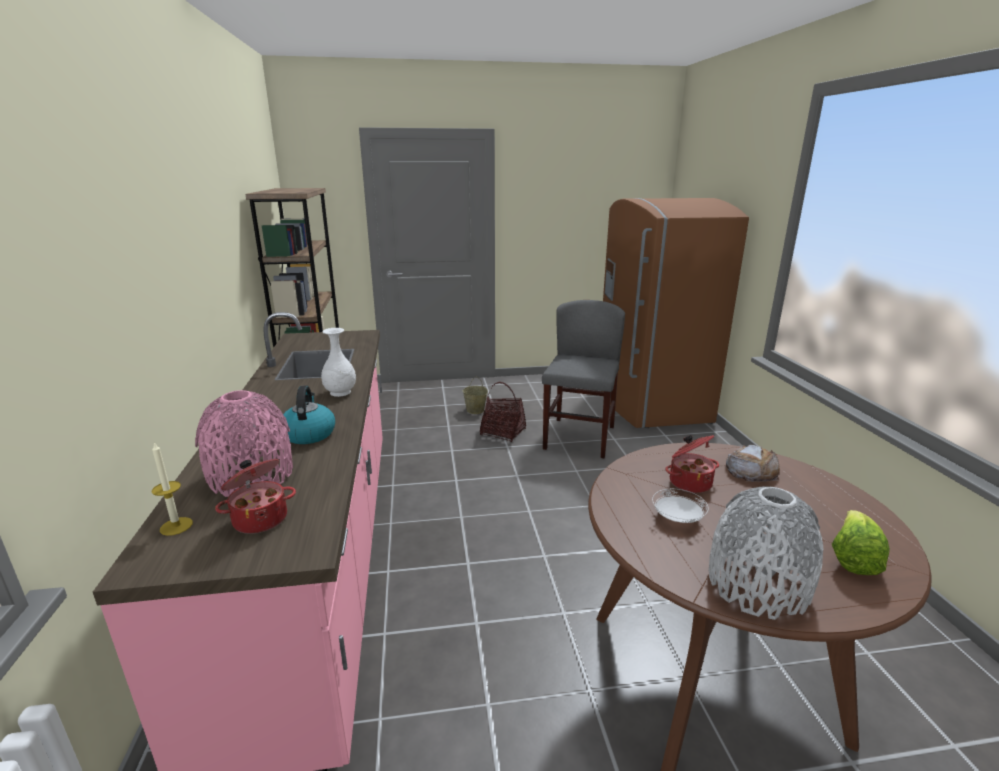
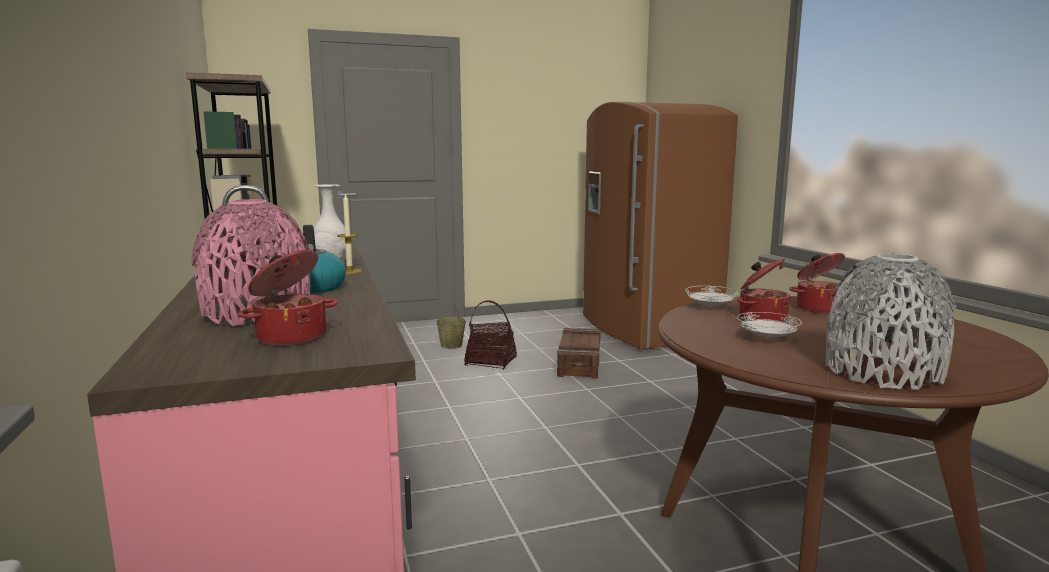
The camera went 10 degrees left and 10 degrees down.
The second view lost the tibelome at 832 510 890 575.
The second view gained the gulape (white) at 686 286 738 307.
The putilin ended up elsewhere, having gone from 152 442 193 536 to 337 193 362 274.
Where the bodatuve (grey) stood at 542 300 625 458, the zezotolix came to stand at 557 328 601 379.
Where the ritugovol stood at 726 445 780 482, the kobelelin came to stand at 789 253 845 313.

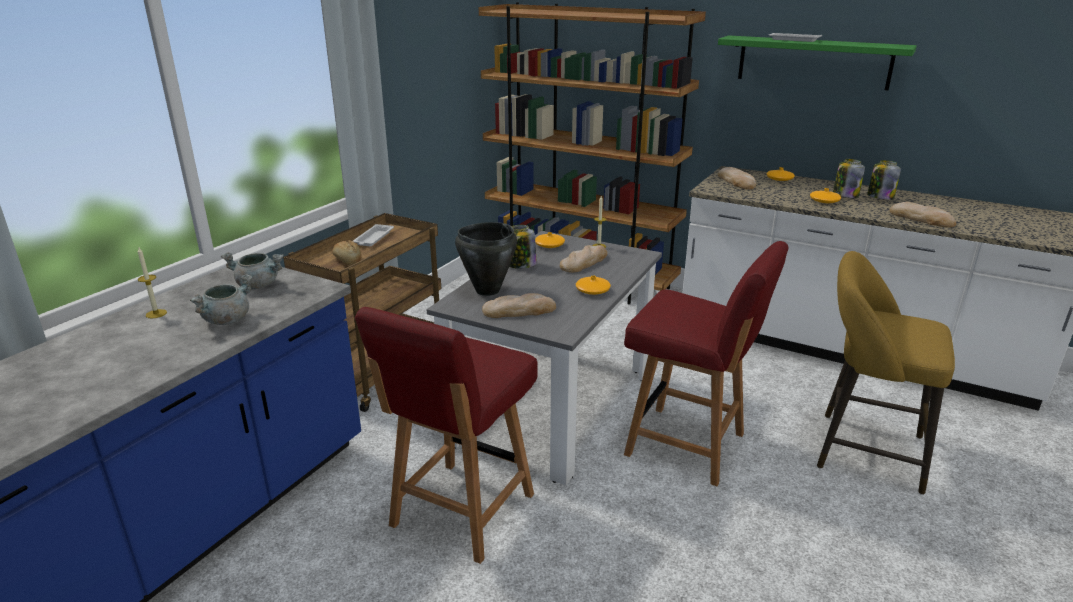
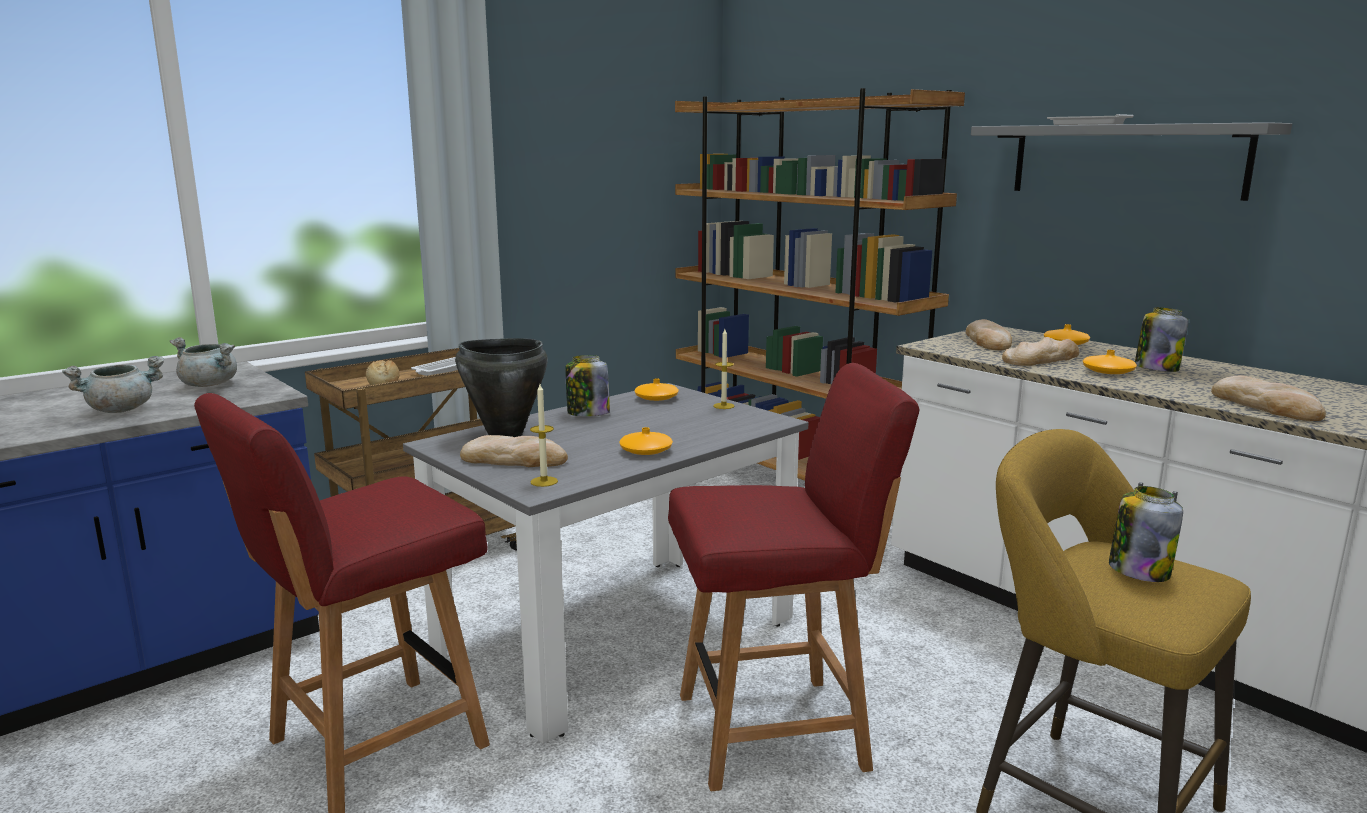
The camera went 20 degrees right and 10 degrees down.
The putilin ended up elsewhere, having gone from 138 248 167 318 to 530 384 558 487.
The ritugovol ended up elsewhere, having gone from 560 245 608 273 to 1002 337 1079 366.
The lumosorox ended up elsewhere, having gone from 867 160 901 200 to 1109 486 1183 582.
What was the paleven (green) at 718 35 917 90 turned into the paleven (grey) at 971 122 1292 201.
The bodatuve (red) at 624 241 788 486 ended up facing another way, 60 degrees counterclockwise from before.

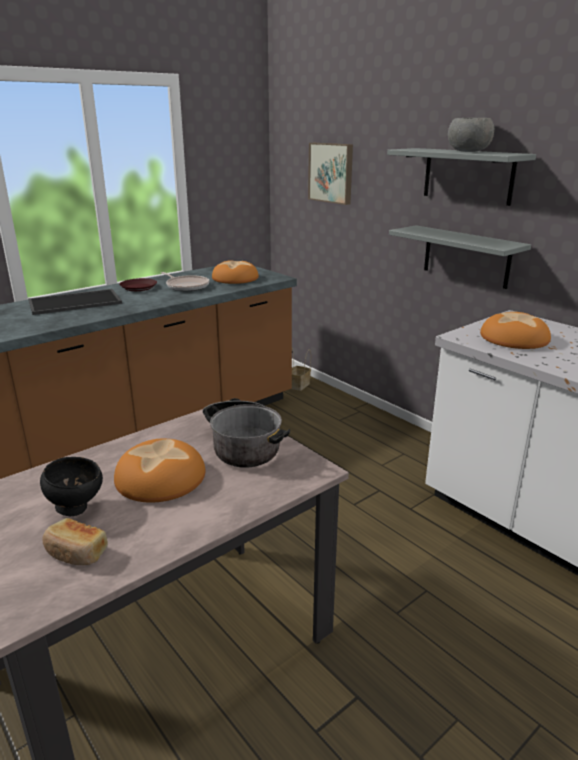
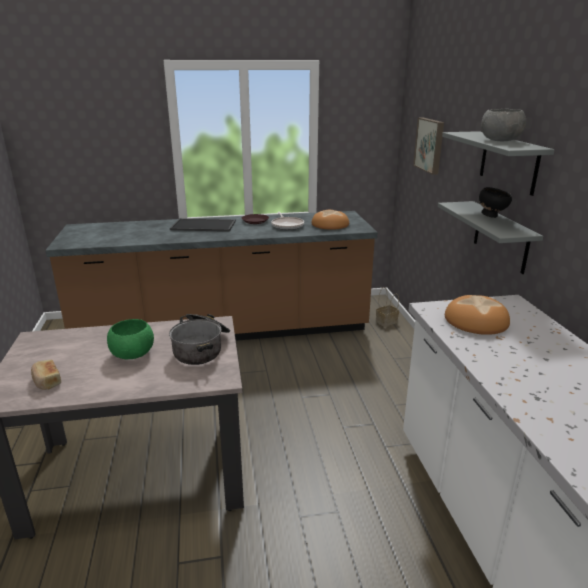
The camera went 30 degrees right and 0 degrees up.
The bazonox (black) ended up elsewhere, having gone from 40 457 103 516 to 479 187 512 218.
Where the ritugovol stood at 114 439 206 503, the bazonox (green) came to stand at 107 319 154 359.

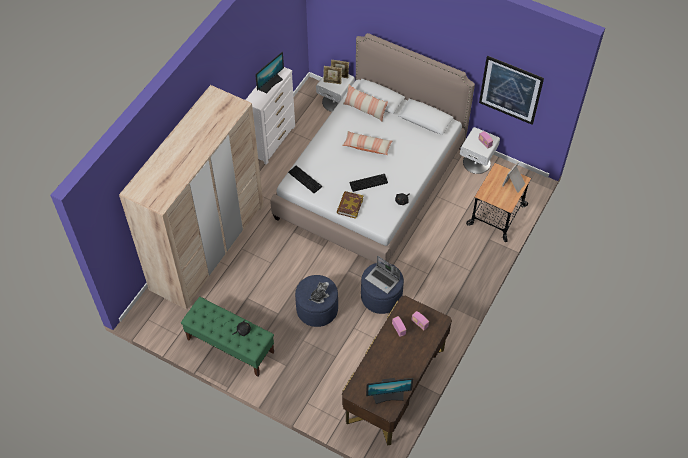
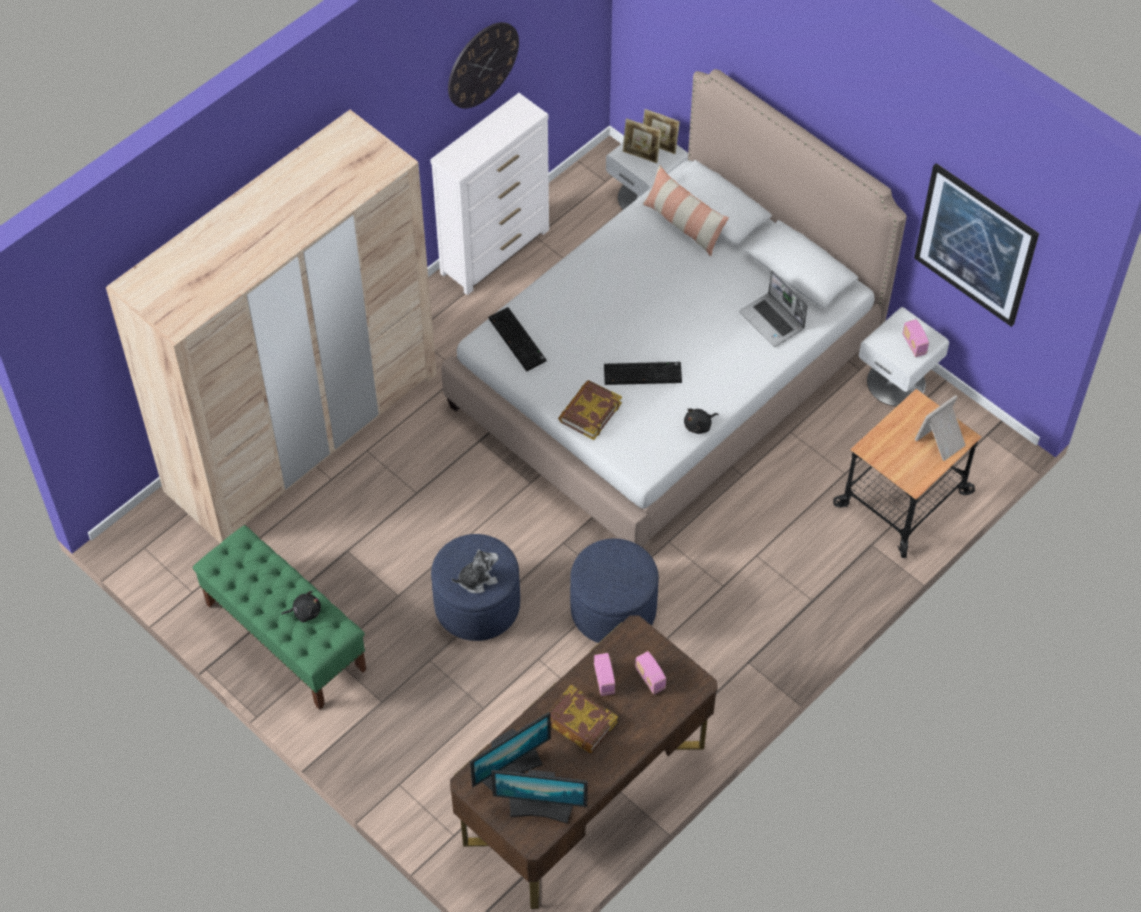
The camera went 15 degrees right and 0 degrees up.
The second view lost the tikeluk at 342 131 392 155.
The second view gained the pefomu at 448 22 519 109.
The second view gained the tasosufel at 549 685 618 753.
The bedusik ended up elsewhere, having gone from 255 52 284 93 to 470 712 551 792.
The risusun ended up elsewhere, having gone from 365 256 400 294 to 739 270 808 347.

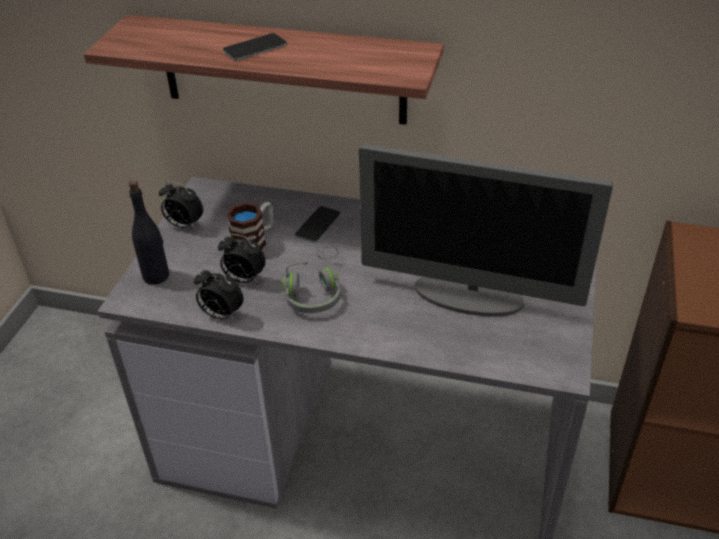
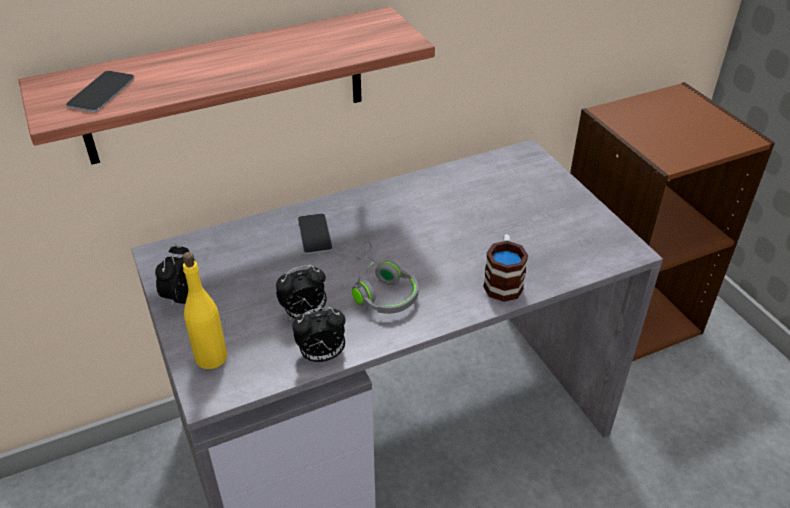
The camera went 40 degrees left and 0 degrees up.
The second view lost the bedusik at 359 144 613 316.
The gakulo ended up elsewhere, having gone from 223 33 287 60 to 66 71 135 112.
The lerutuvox ended up elsewhere, having gone from 226 202 273 250 to 483 234 528 302.
What was the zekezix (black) at 129 180 169 285 turned into the zekezix (yellow) at 182 252 227 369.
The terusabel at 159 181 203 229 ended up facing another way, 120 degrees clockwise from before.

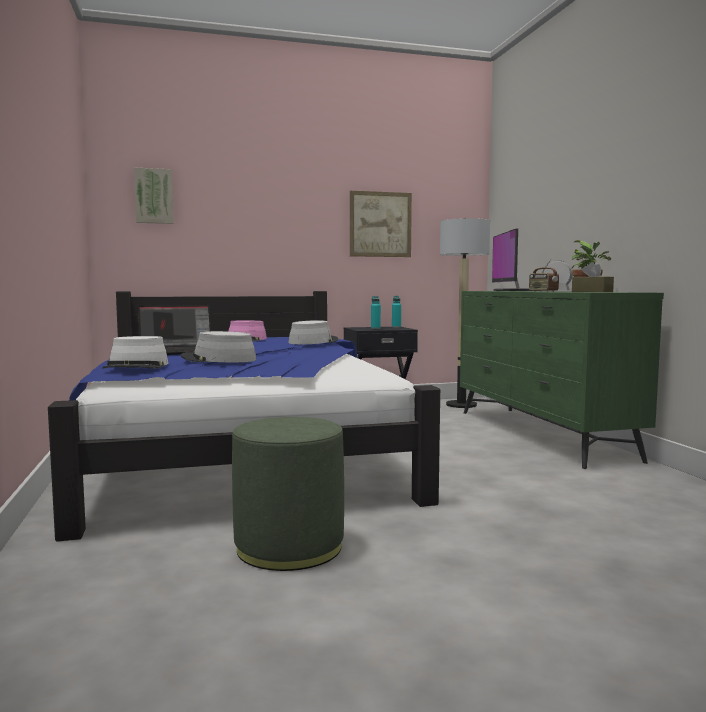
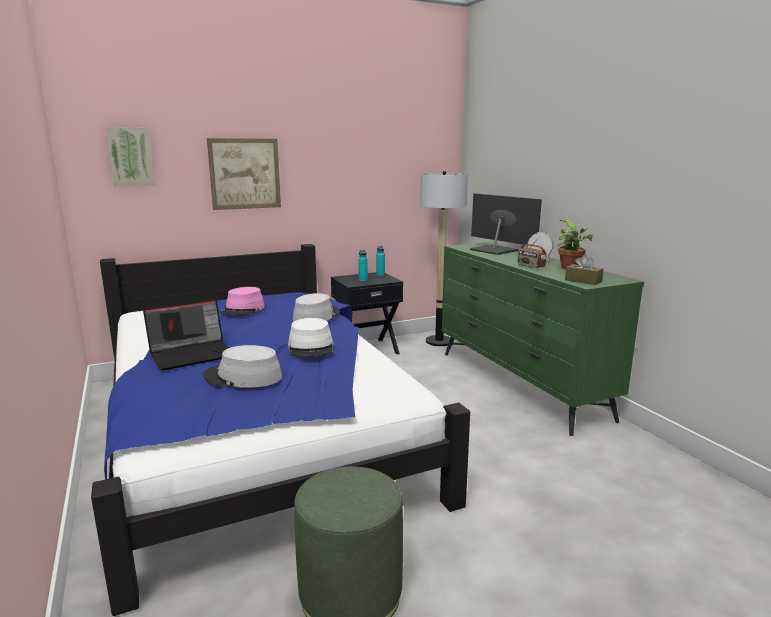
The camera went 10 degrees left and 10 degrees up.
The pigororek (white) ended up elsewhere, having gone from 102 336 169 369 to 288 318 334 357.
The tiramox ended up elsewhere, having gone from 350 191 412 257 to 207 138 281 210.
The bedusik at 492 229 531 291 ended up facing another way, 150 degrees clockwise from before.

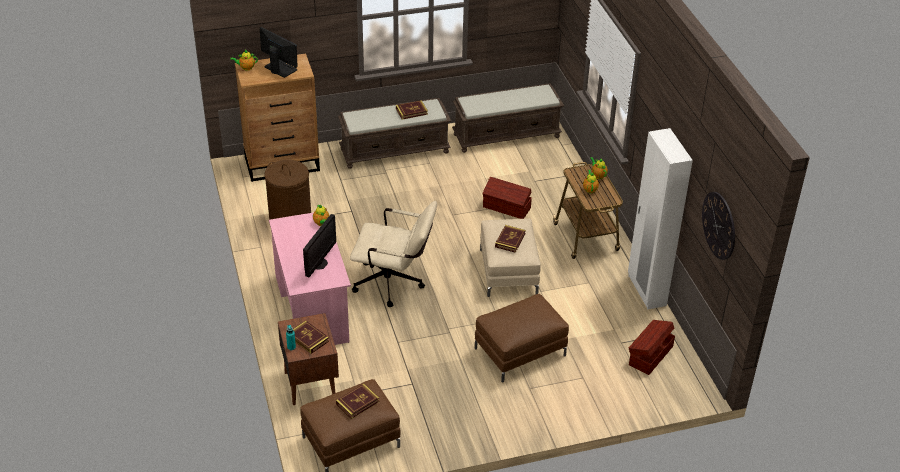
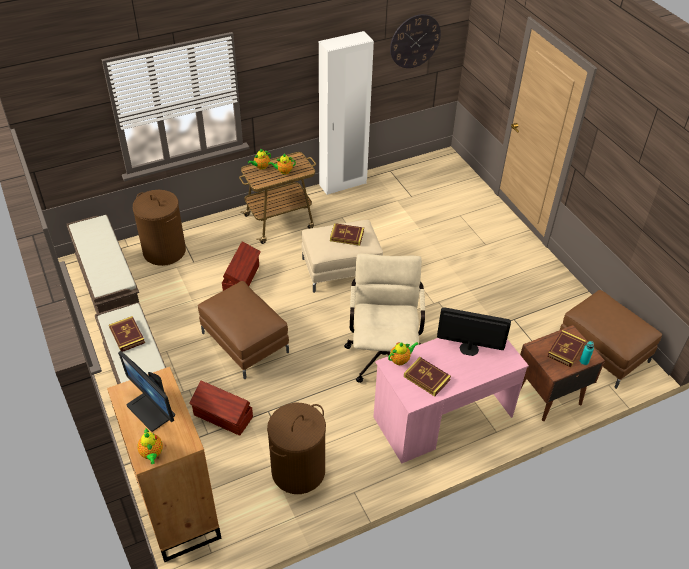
The camera went 100 degrees left and 5 degrees up.
The second view gained the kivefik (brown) at 133 190 186 266.
The tasosufel ended up elsewhere, having gone from 336 384 379 419 to 404 357 451 396.
The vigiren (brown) ended up elsewhere, having gone from 475 294 569 383 to 198 281 289 379.
The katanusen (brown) ended up elsewhere, having gone from 629 320 675 375 to 189 381 253 436.
The bedusik at 260 27 298 78 ended up facing another way, 75 degrees counterclockwise from before.

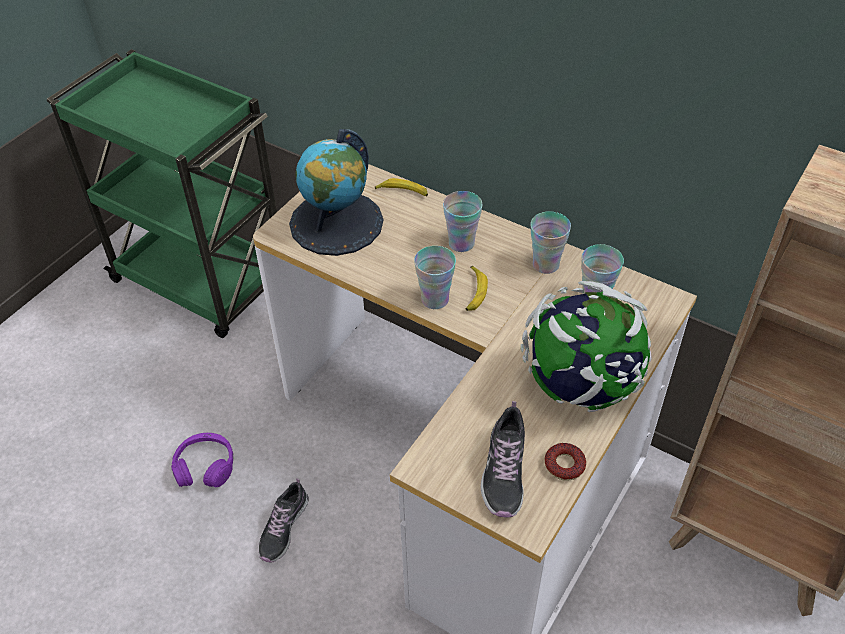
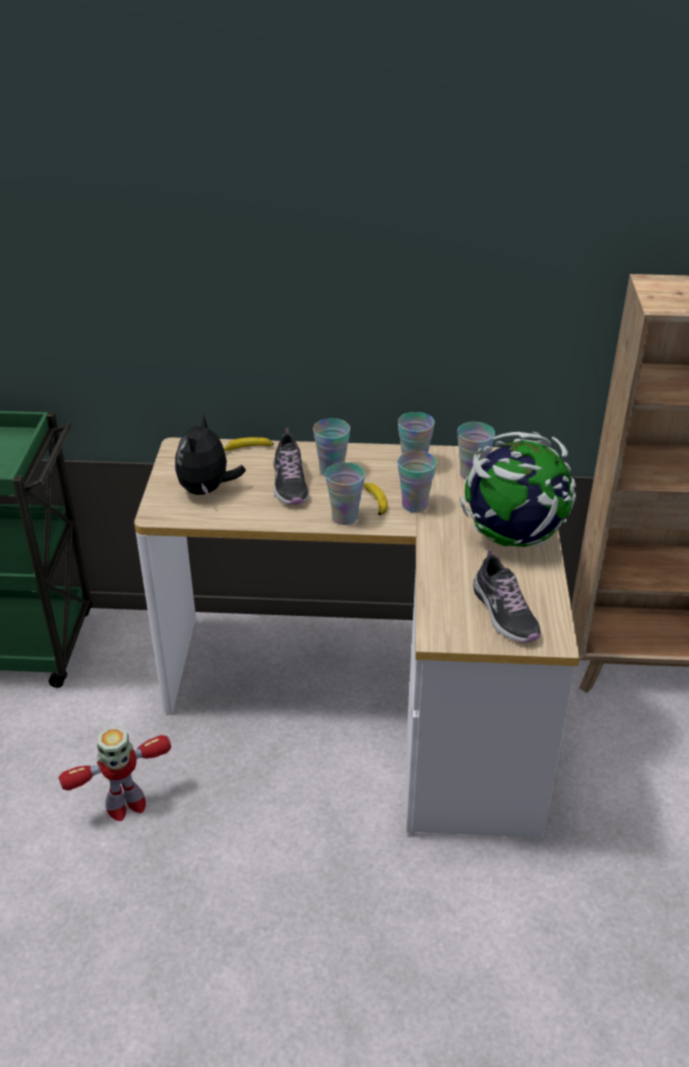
The camera went 30 degrees left and 10 degrees down.
The second view lost the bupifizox at 545 443 586 481.
The second view gained the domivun at 398 451 437 512.
The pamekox ended up elsewhere, having gone from 258 479 308 562 to 274 428 309 505.
Where the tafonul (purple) stood at 171 433 233 487, the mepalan came to stand at 59 727 171 821.
Where the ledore stood at 289 129 383 256, the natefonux came to stand at 175 413 246 496.

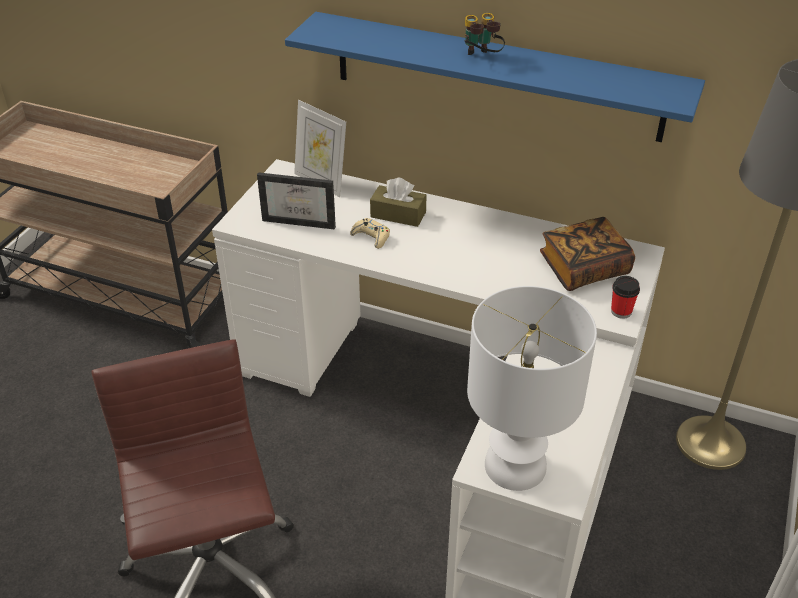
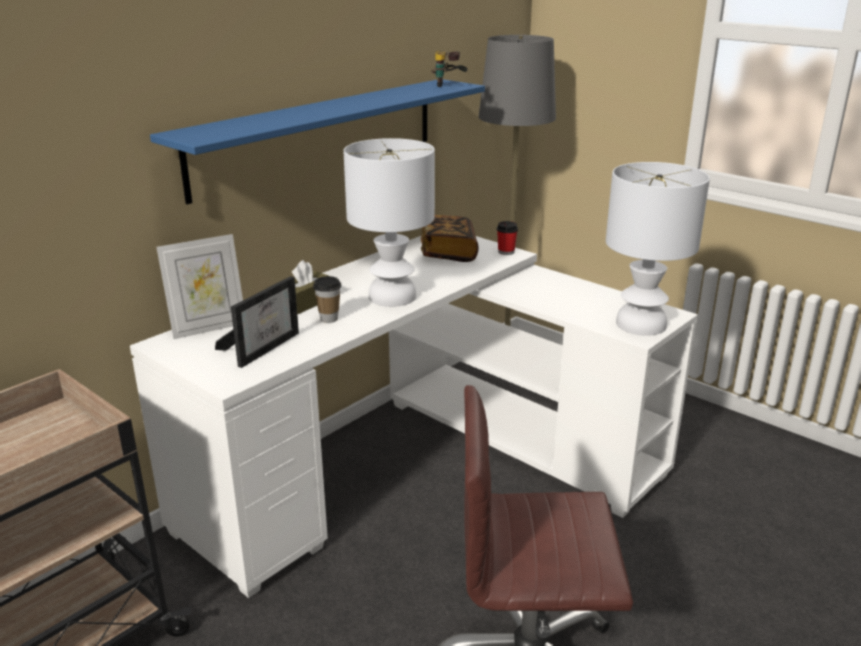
The camera went 70 degrees left and 15 degrees down.
The second view gained the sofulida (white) at 343 138 435 307.
The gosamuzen ended up elsewhere, having gone from 465 13 505 55 to 432 51 467 87.
Where the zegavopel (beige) stood at 350 218 390 249, the domivun came to stand at 313 276 341 323.

